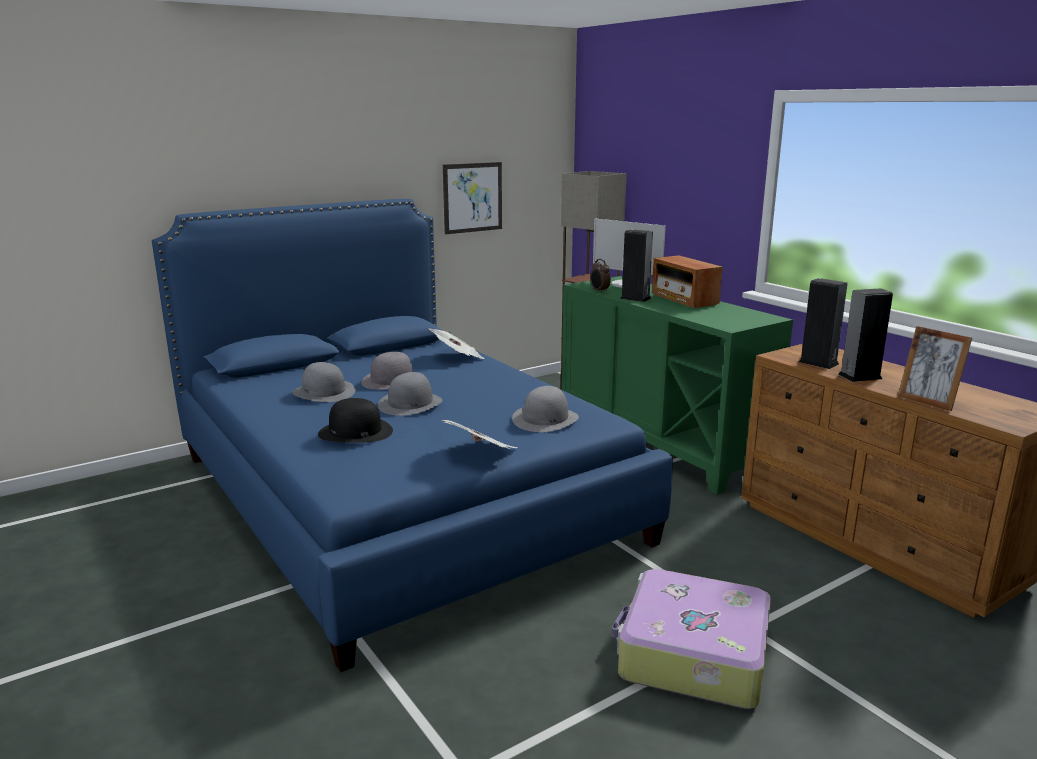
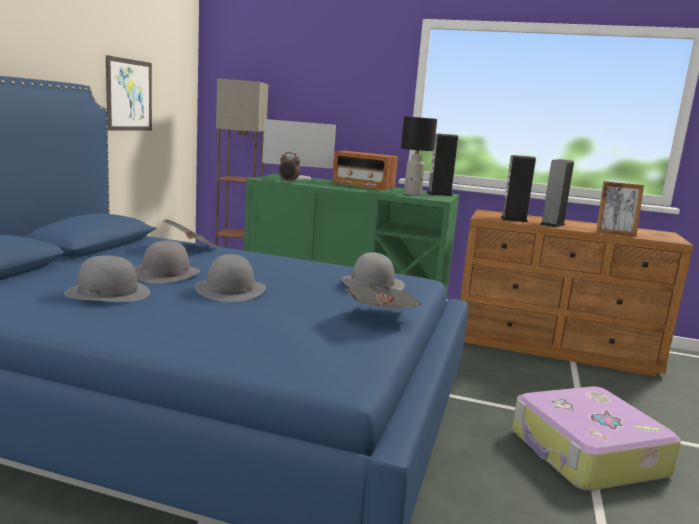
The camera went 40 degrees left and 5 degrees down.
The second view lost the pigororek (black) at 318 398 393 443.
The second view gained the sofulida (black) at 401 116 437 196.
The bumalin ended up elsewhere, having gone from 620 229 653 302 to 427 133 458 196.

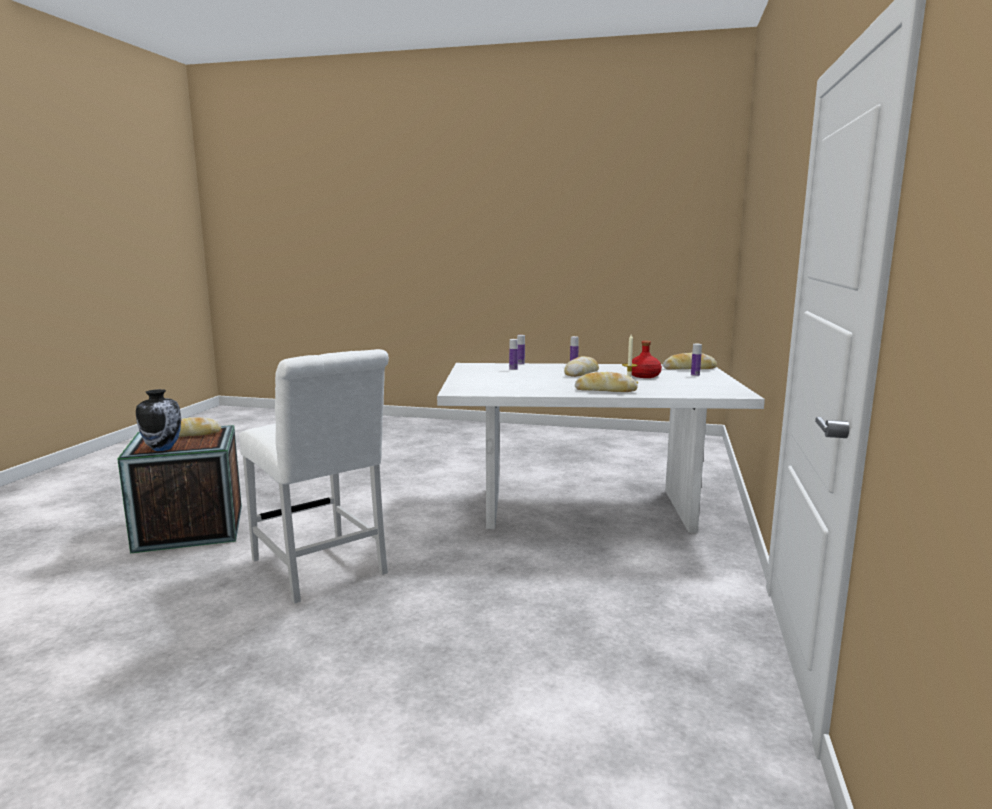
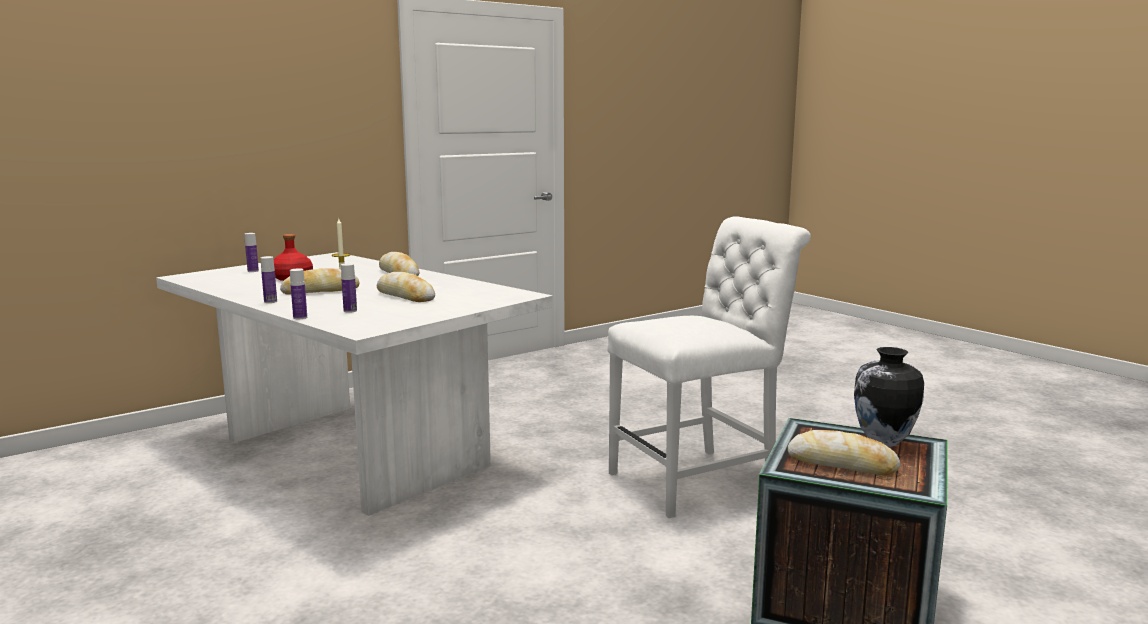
The camera went 140 degrees left and 0 degrees up.
The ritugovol ended up elsewhere, having gone from 663 353 717 370 to 377 272 435 302.
The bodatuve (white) at 239 349 389 604 ended up facing another way, 60 degrees clockwise from before.

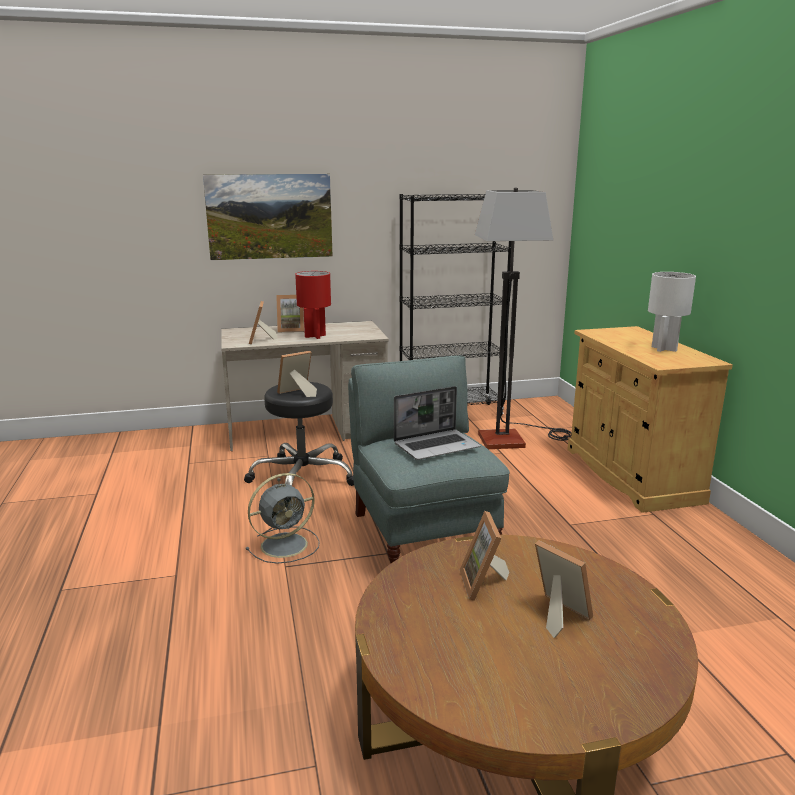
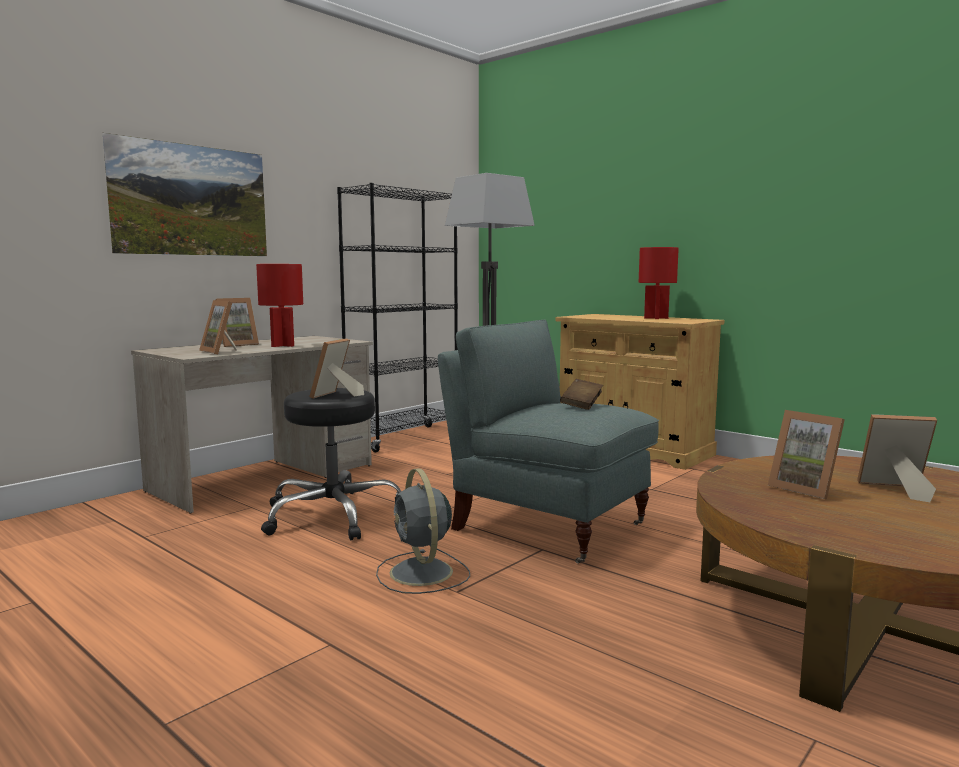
The camera went 35 degrees left and 10 degrees down.
Where the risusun stood at 394 386 481 460, the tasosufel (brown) came to stand at 560 379 603 410.
What was the sofulida (white) at 648 272 696 352 turned into the sofulida (red) at 639 247 679 319.
The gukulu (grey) at 245 473 320 564 ended up facing another way, 135 degrees clockwise from before.

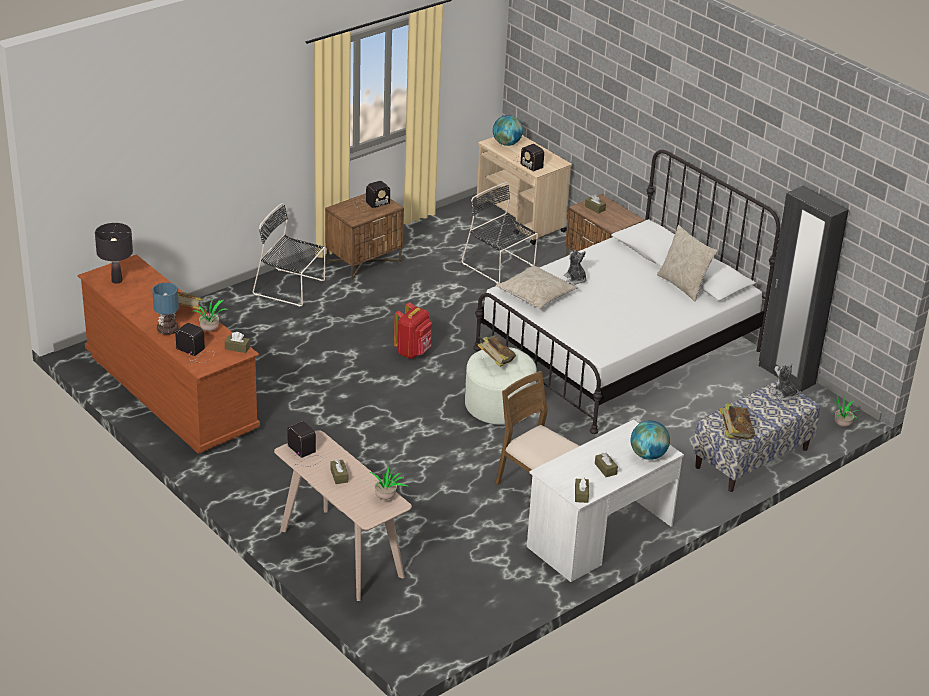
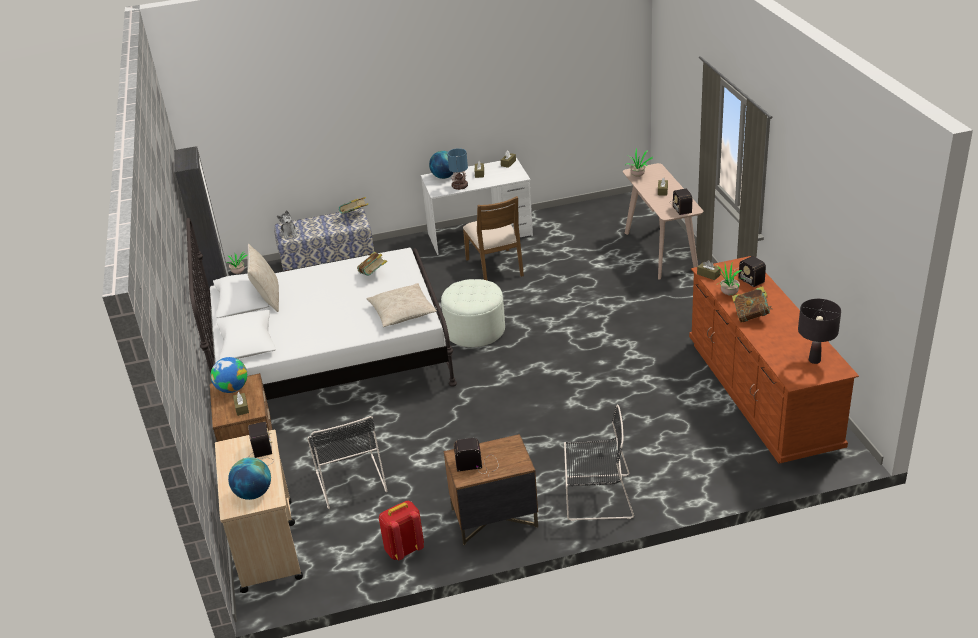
The camera went 150 degrees left and 0 degrees up.
The second view lost the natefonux at 564 250 587 285.
The second view gained the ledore at 211 357 247 393.
The sofulida ended up elsewhere, having gone from 152 283 179 335 to 447 148 468 190.
The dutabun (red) ended up elsewhere, having gone from 394 302 432 359 to 379 501 424 560.
The tasosufel ended up elsewhere, having gone from 478 335 516 367 to 357 252 387 276.
The bodatuve (black) at 253 203 325 306 ended up facing another way, 45 degrees counterclockwise from before.

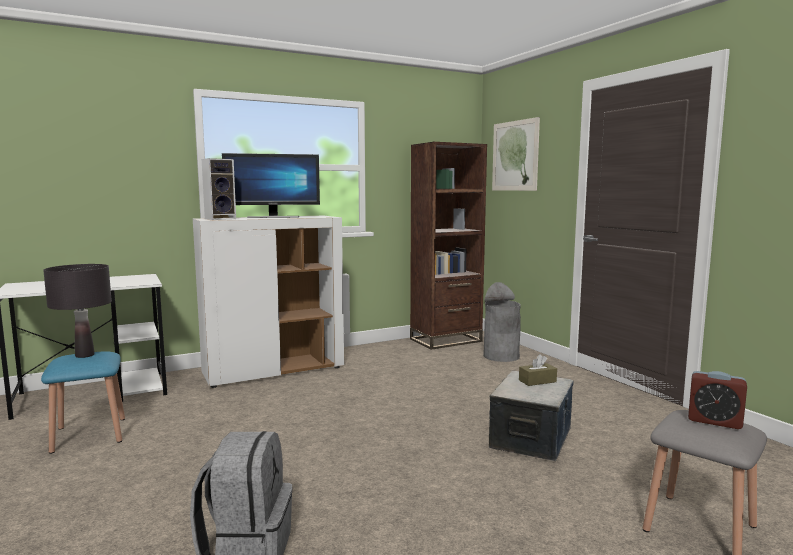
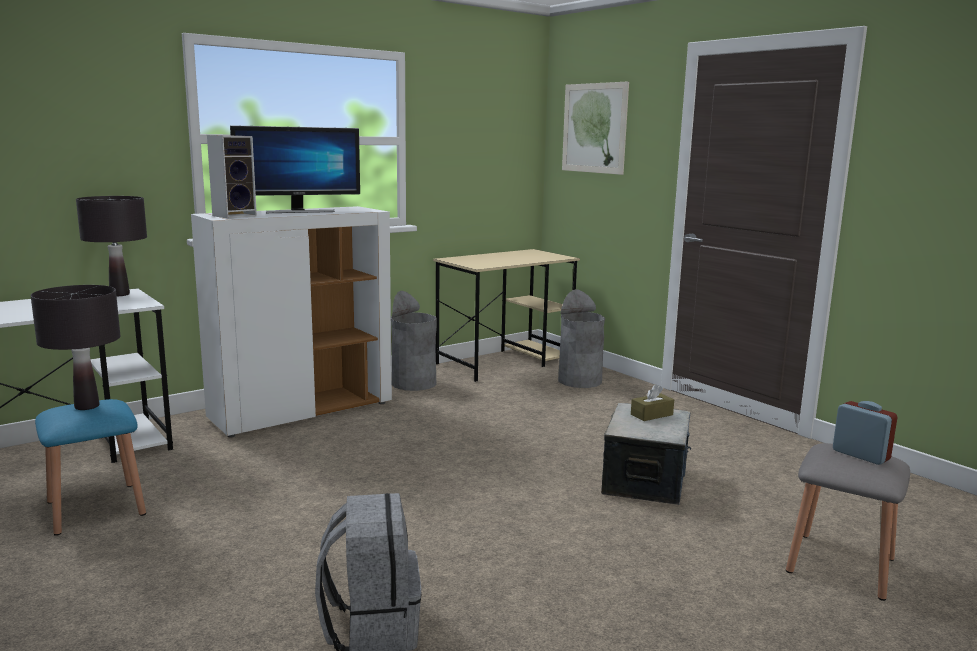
The camera went 10 degrees left and 5 degrees up.
The second view gained the sofulida (black) at 76 196 147 296.
The second view gained the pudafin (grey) at 391 291 437 391.
Where the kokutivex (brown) stood at 410 142 487 350, the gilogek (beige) came to stand at 433 249 580 382.
The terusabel at 688 371 747 429 ended up facing another way, 150 degrees counterclockwise from before.

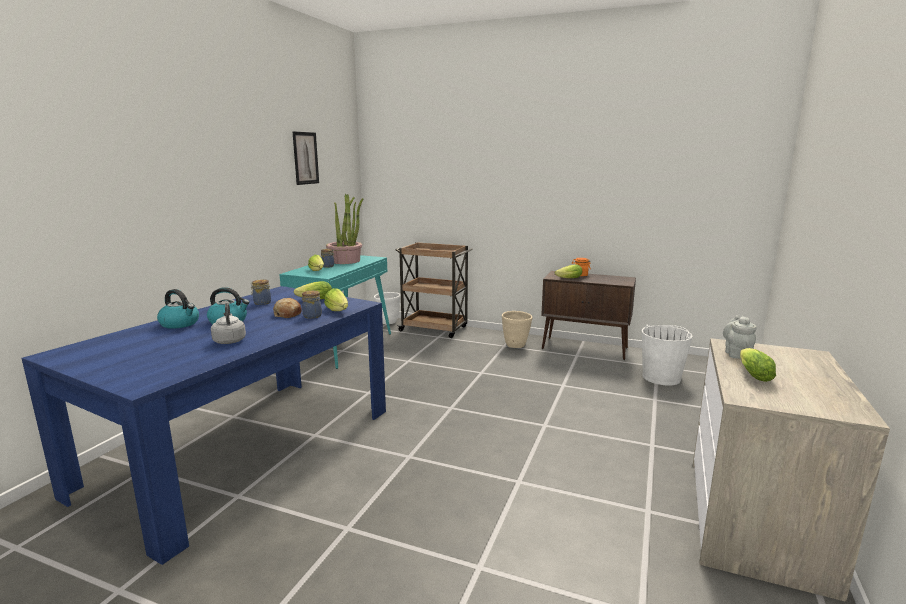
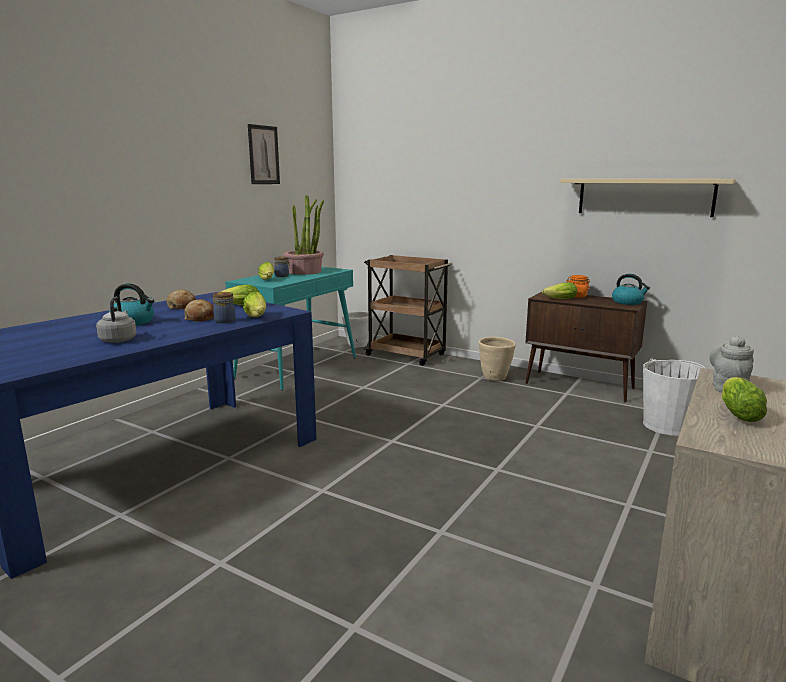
The camera went 10 degrees right and 0 degrees up.
The second view gained the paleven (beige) at 560 179 736 217.
The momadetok ended up elsewhere, having gone from 157 289 199 329 to 612 274 650 305.
Where the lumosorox stood at 251 279 271 305, the ritugovol came to stand at 167 289 196 309.

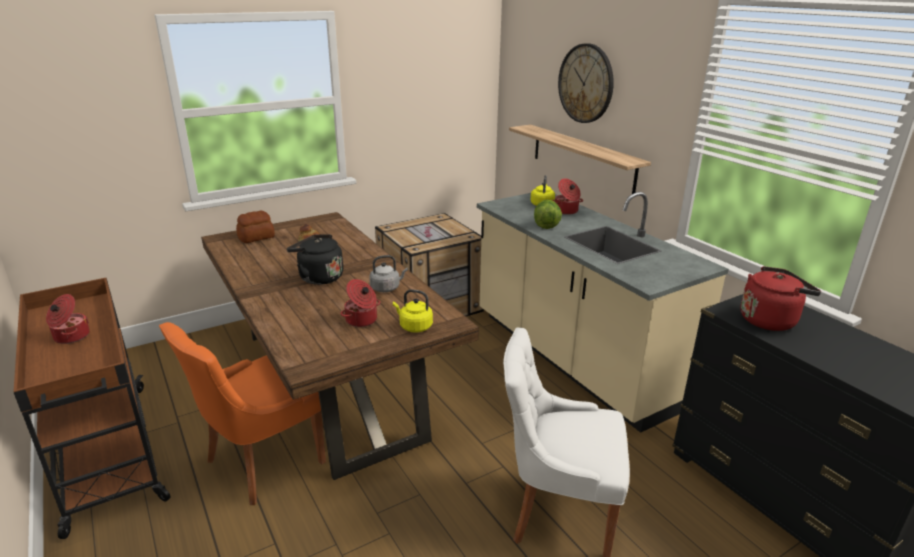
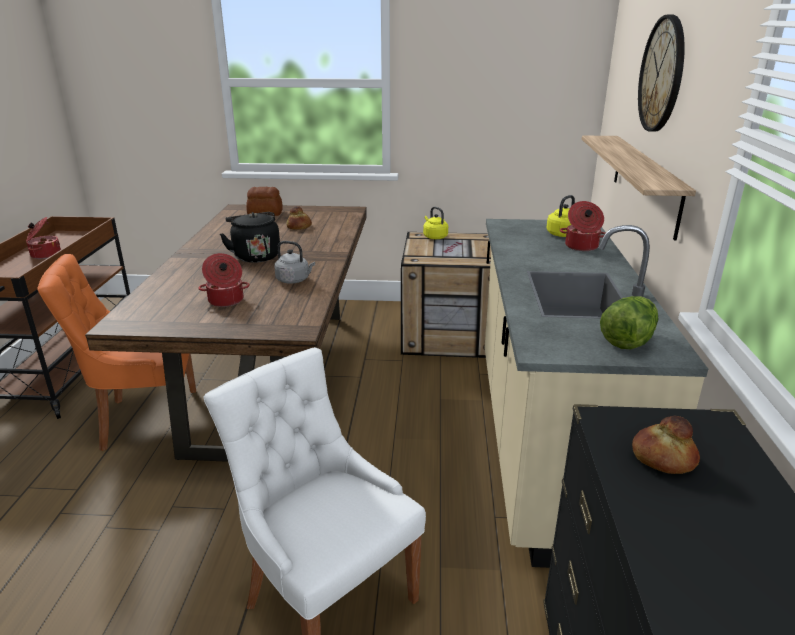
The camera went 35 degrees right and 0 degrees up.
The momadetok (yellow) ended up elsewhere, having gone from 393 289 433 333 to 423 207 448 239.
The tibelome ended up elsewhere, having gone from 534 200 562 229 to 600 296 658 349.
Where the momadetok (red) stood at 741 266 821 331, the ritugovol came to stand at 632 416 700 474.

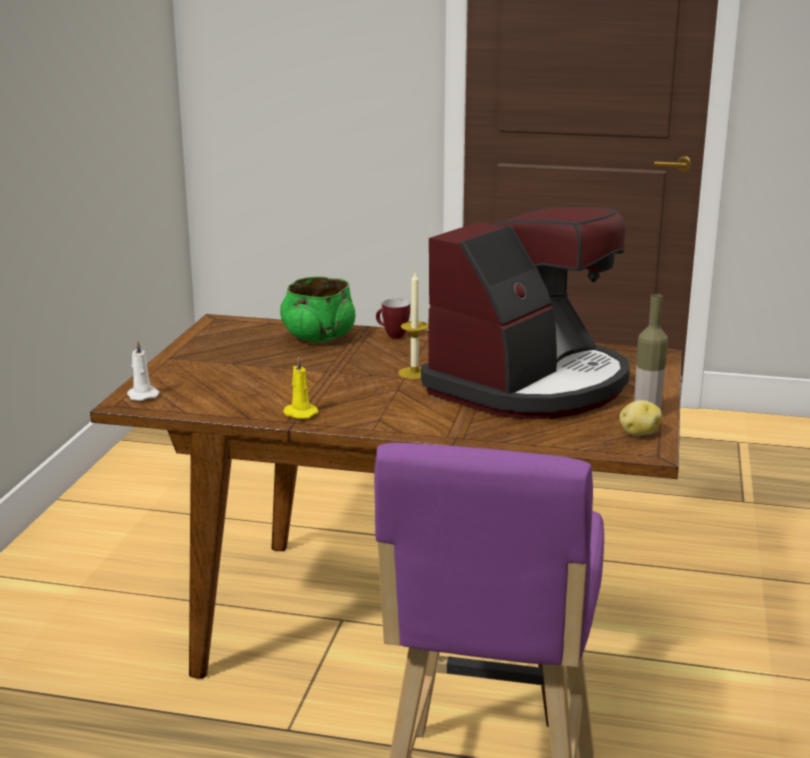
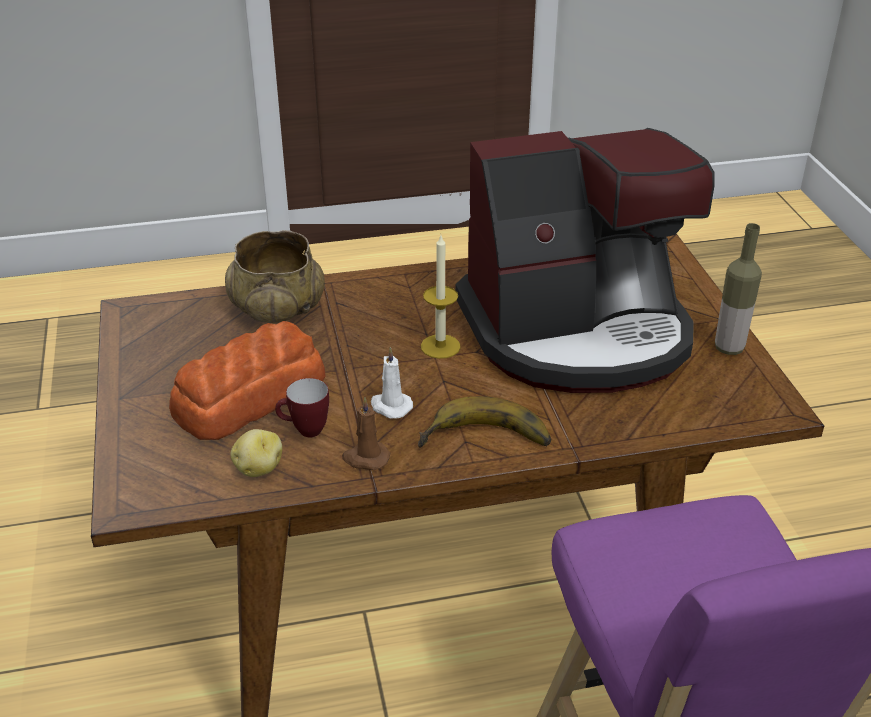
The camera went 25 degrees left and 15 degrees up.
The second view gained the ritugovol at 169 321 326 440.
The second view gained the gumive at 418 396 551 448.
The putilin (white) ended up elsewhere, having gone from 127 340 159 401 to 371 347 413 419.
The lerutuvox ended up elsewhere, having gone from 376 299 410 339 to 275 378 329 437.
The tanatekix ended up elsewhere, having gone from 619 400 662 436 to 230 429 282 477.
What was the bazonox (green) at 280 277 355 342 turned into the bazonox (beige) at 225 230 325 323.
What was the putilin (yellow) at 283 356 318 419 turned into the putilin (brown) at 342 397 390 470.
The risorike at 421 207 630 419 ended up facing another way, 60 degrees clockwise from before.

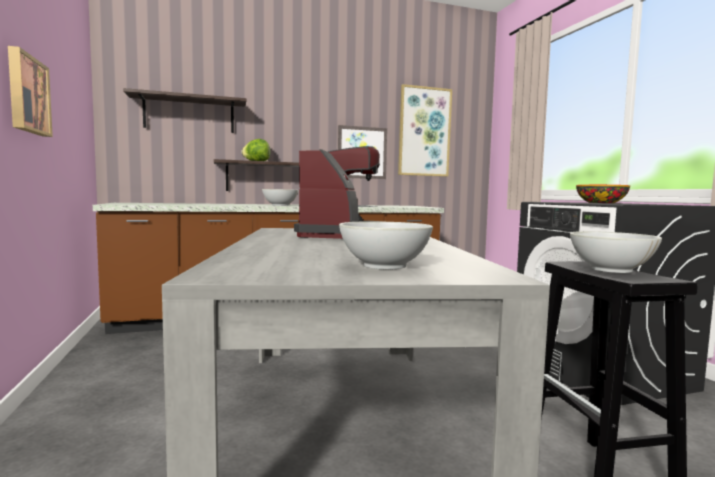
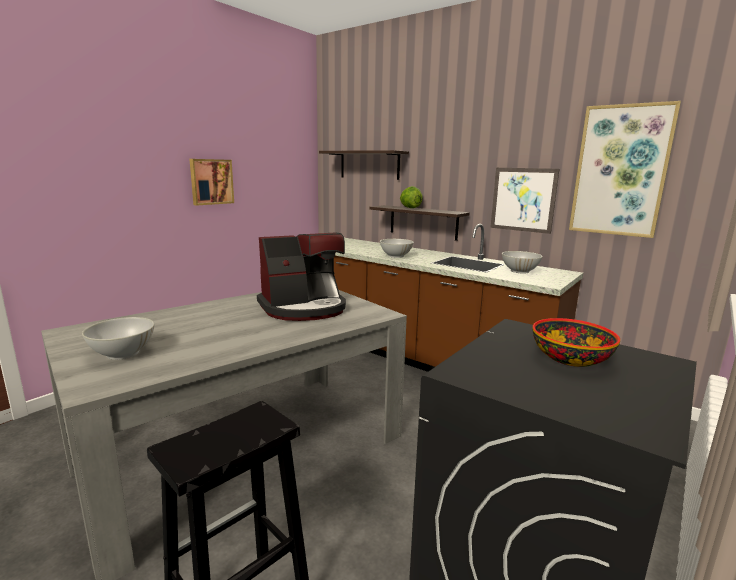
The camera went 55 degrees right and 10 degrees up.
The bazonox (white) ended up elsewhere, having gone from 570 231 662 273 to 502 251 543 273.

